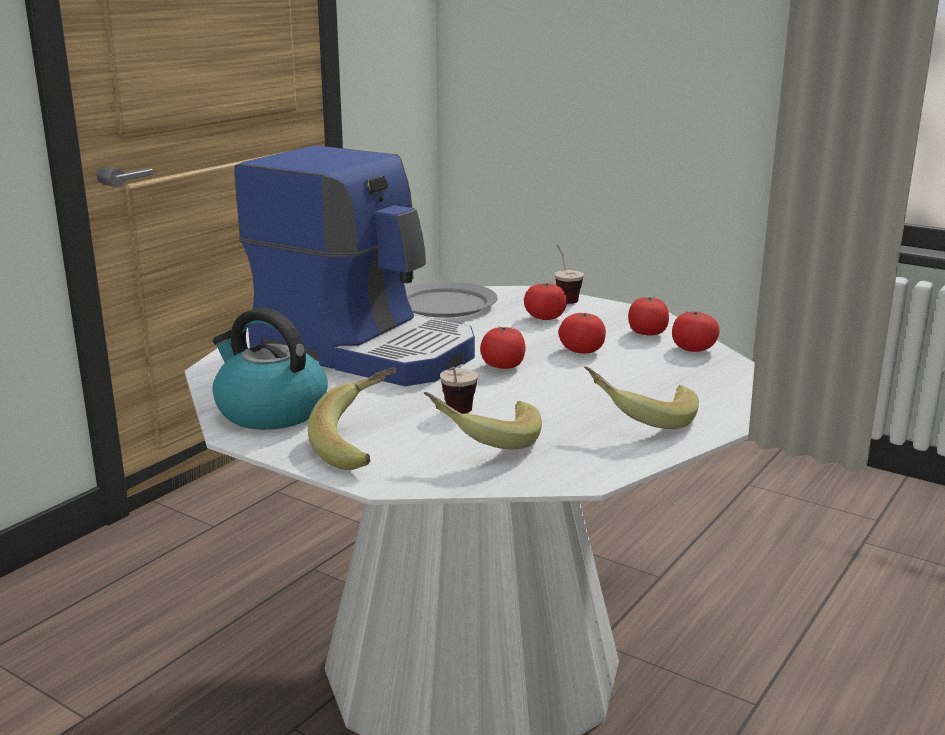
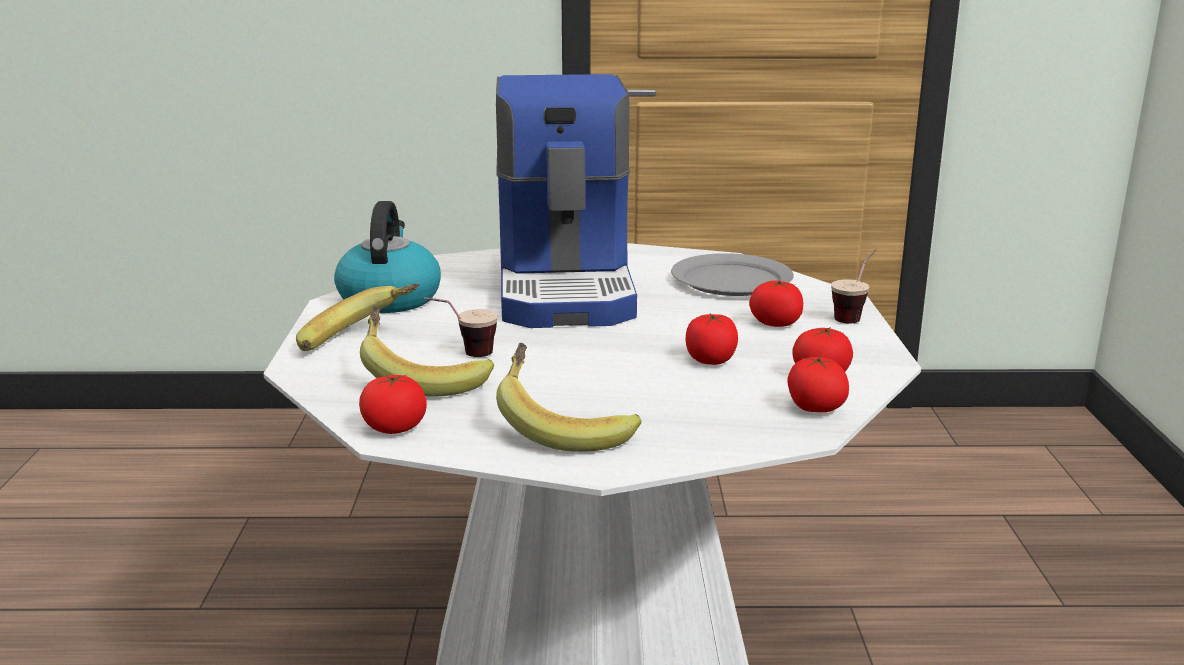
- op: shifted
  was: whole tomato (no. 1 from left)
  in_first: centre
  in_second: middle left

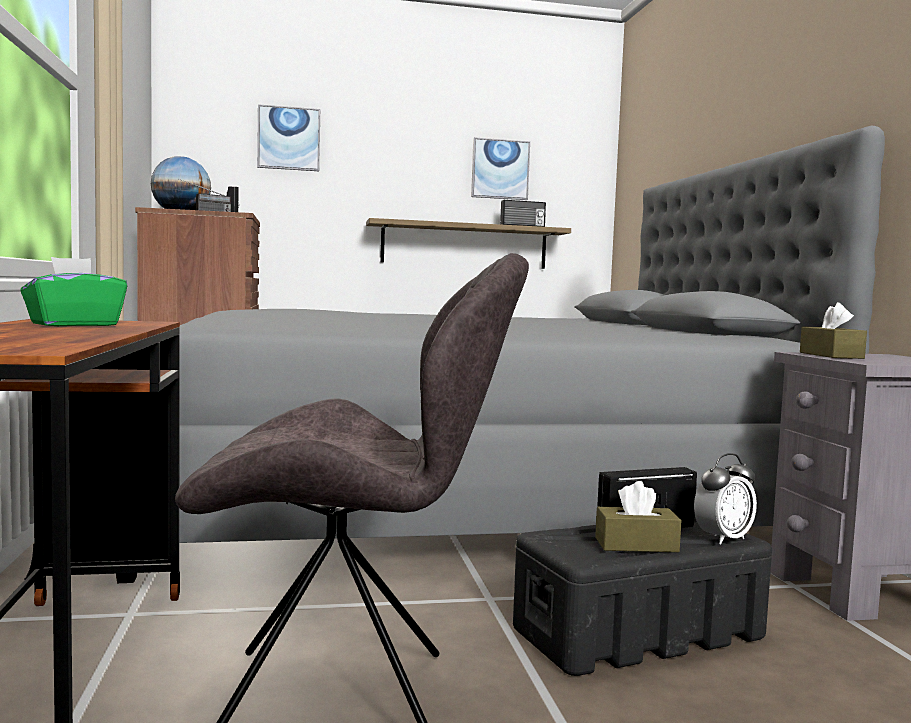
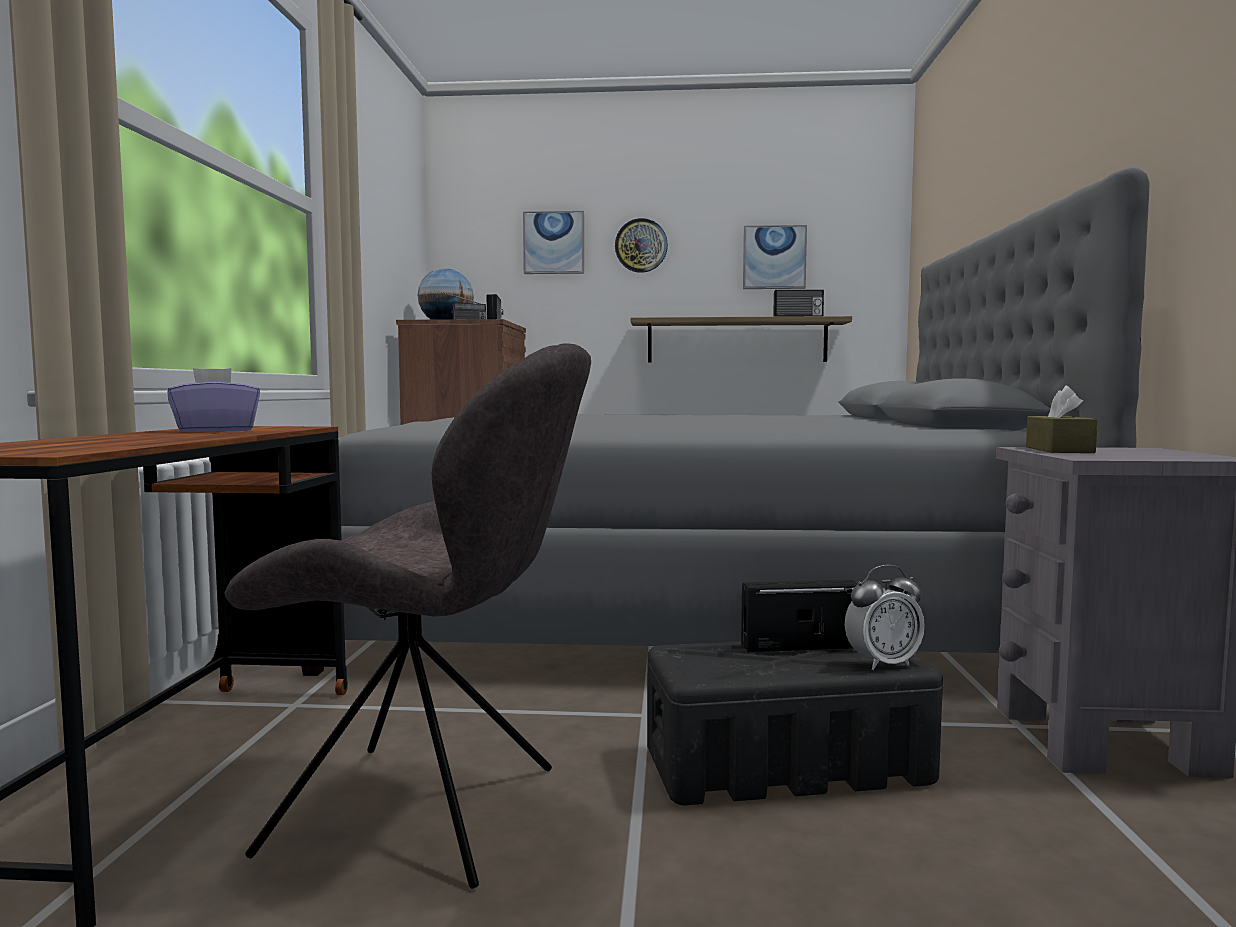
- op: repainted
  was: box of tissues/green
  now: box of tissues/purple-coloured
  in_first: middle left
  in_second: middle left
- op: gone
  was: box of tissues/brownish (no. 1 from left)
  in_first: bottom right
- op: new
  now: hanging clock
  in_second: top centre

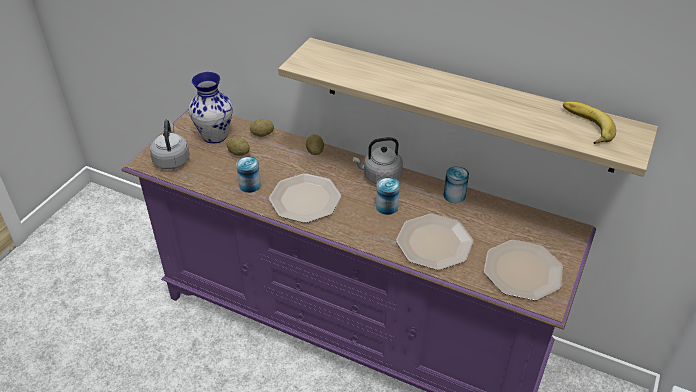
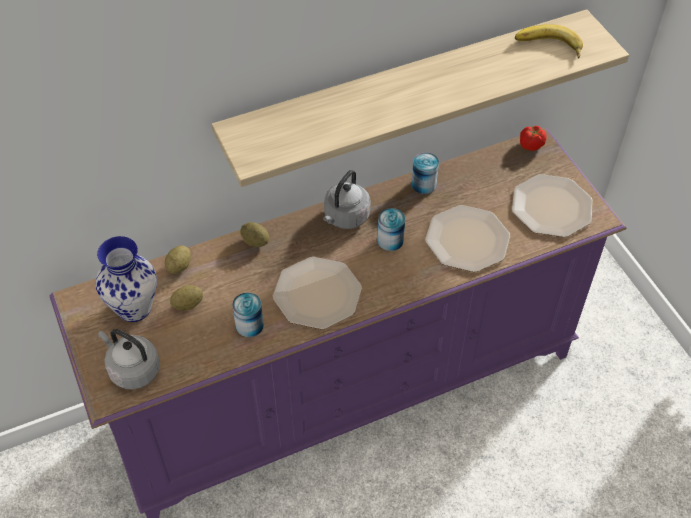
- op: new
  now: whole tomato
  in_second: top right

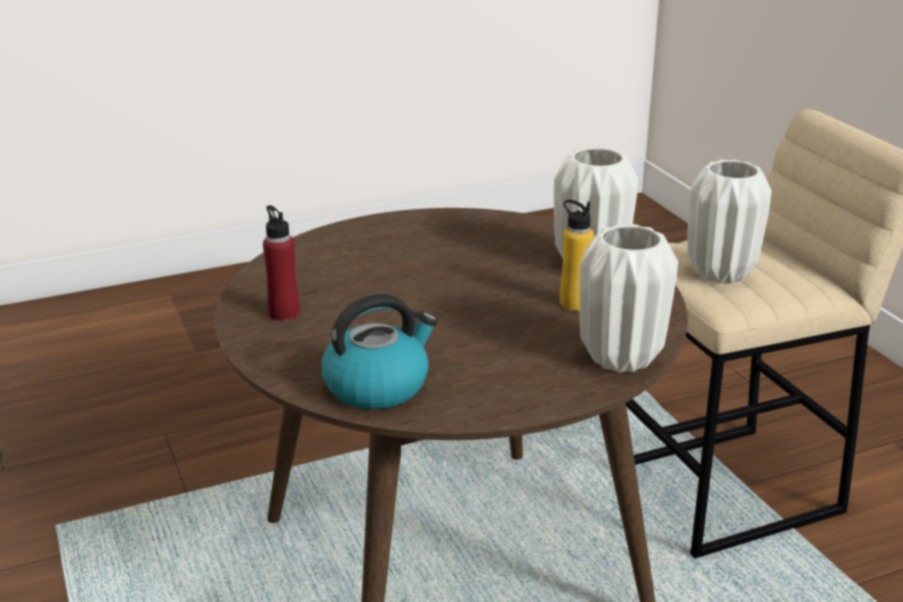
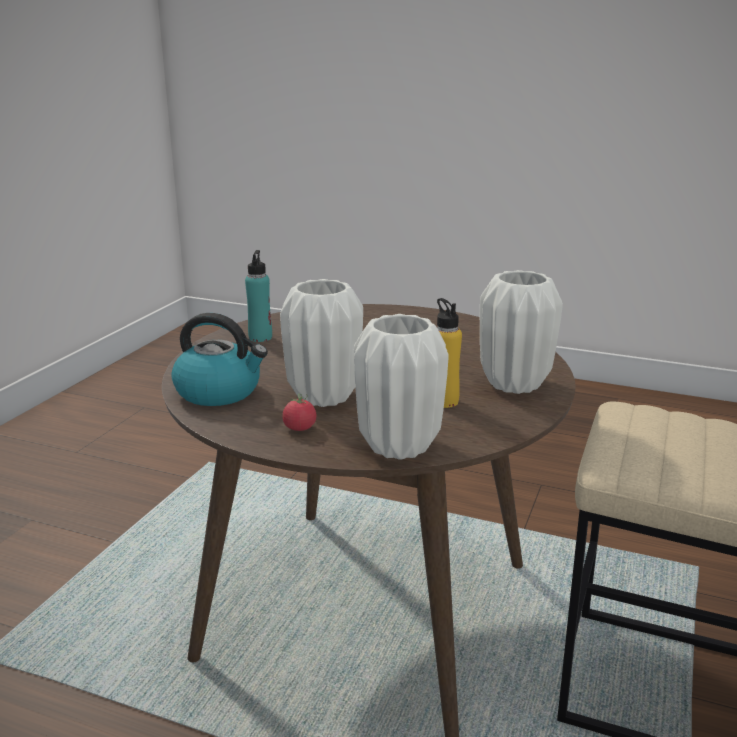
- op: shifted
  was: vase/white (no. 3 from left in the first image)
  now: vase/white (no. 1 from left)
  in_first: middle right
  in_second: centre
- op: repainted
  was: bottle/red-coloured
  now: bottle/turquoise-coloured
  in_first: middle left
  in_second: centre
- op: new
  now: whole tomato
  in_second: centre

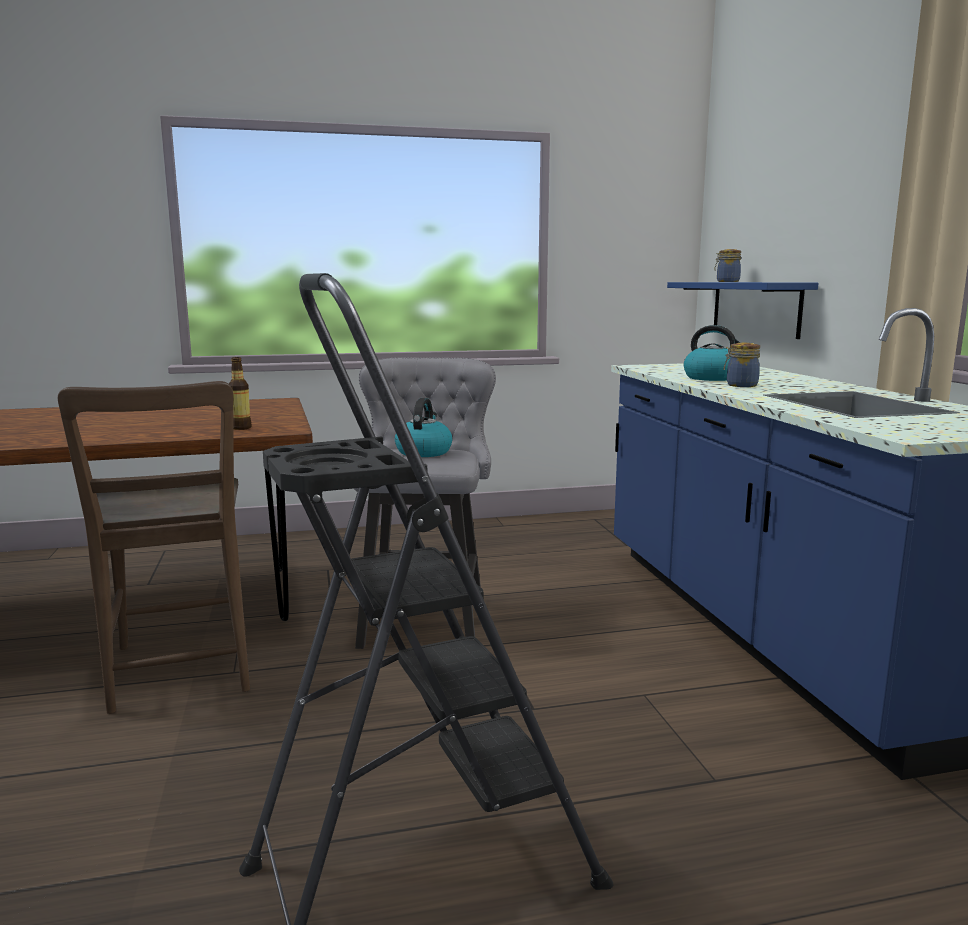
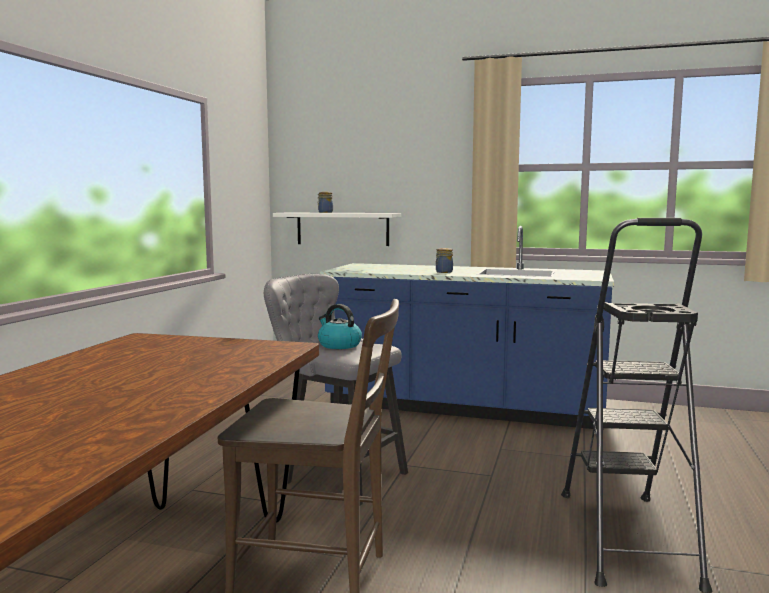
- op: repainted
  was: shelf/blue-coloured
  now: shelf/white
  in_first: middle right
  in_second: centre
- op: gone
  was: kettle (no. 2 from left)
  in_first: middle right
- op: gone
  was: bottle
  in_first: middle left

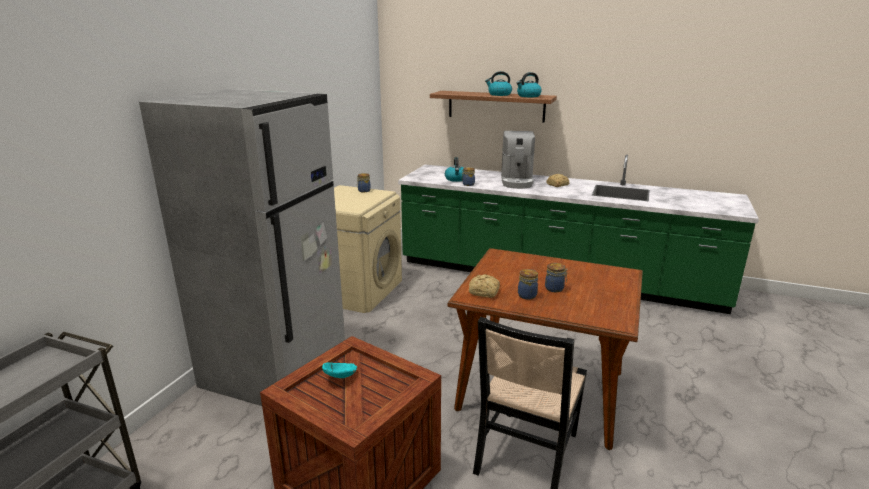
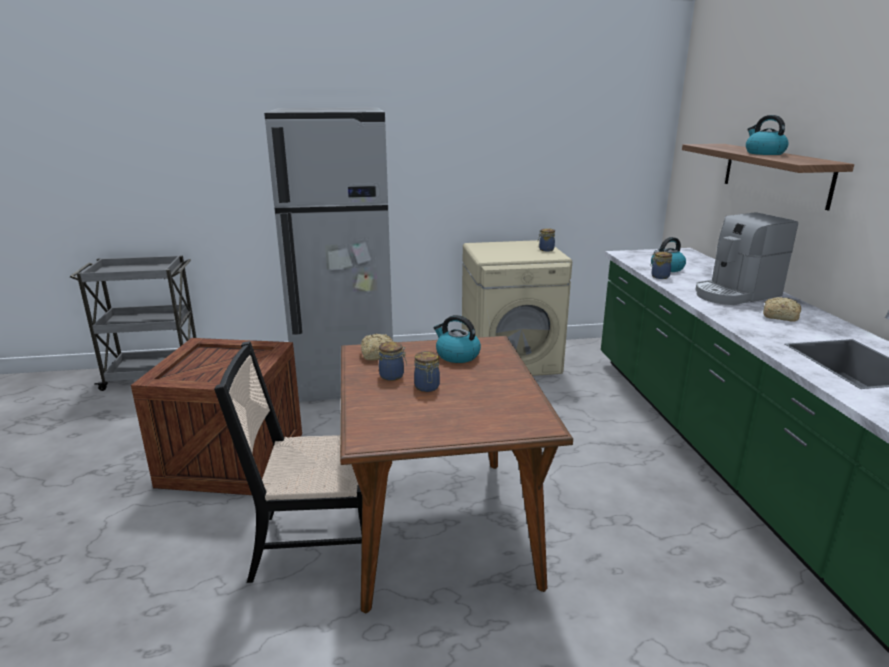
- op: shifted
  was: kettle (no. 3 from left in the first image)
  now: kettle (no. 1 from left)
  in_first: top centre
  in_second: centre
- op: gone
  was: serving bowl/turquoise-coloured
  in_first: bottom centre

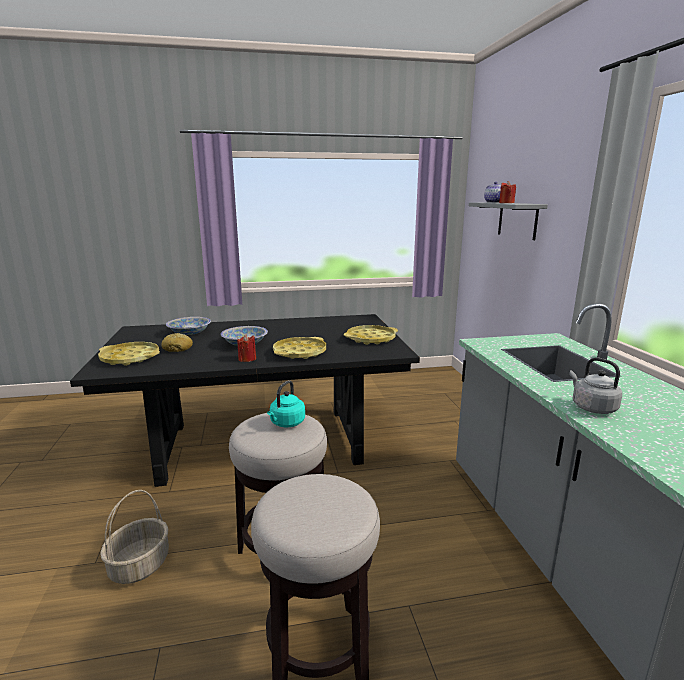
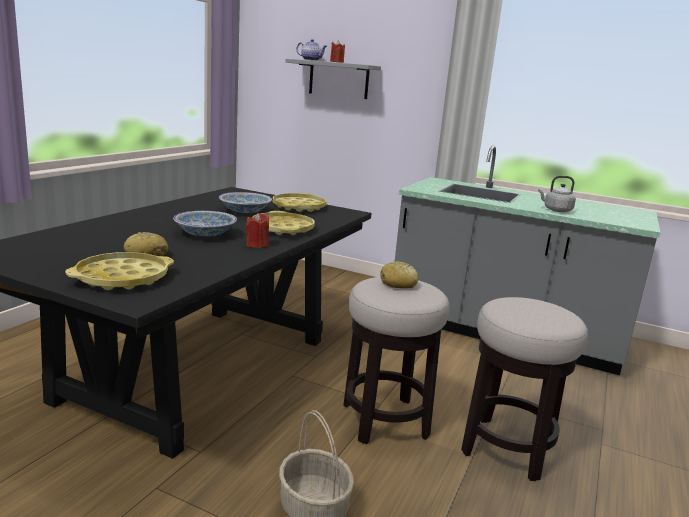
- op: shifted
  was: serving bowl (no. 1 from left in the first image)
  now: serving bowl (no. 2 from left)
  in_first: middle left
  in_second: centre
- op: swapped
  was: kettle/turquoise-coloured
  now: bakery bread (no. 2 from left)
  in_first: centre
  in_second: centre

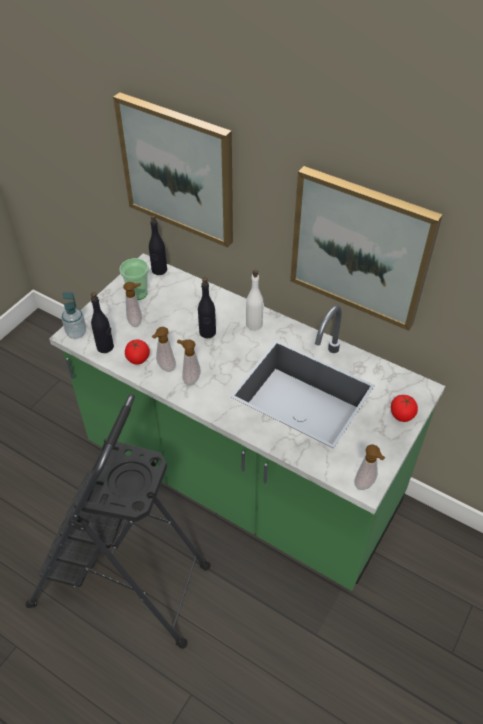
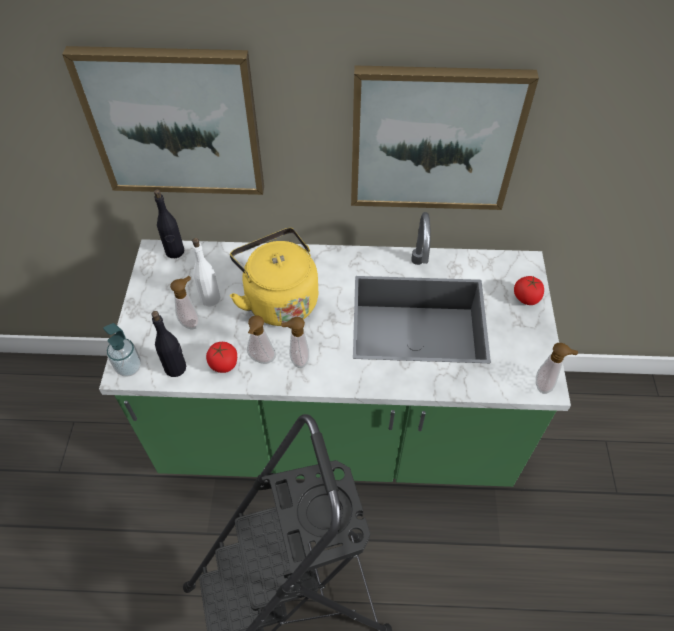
- op: gone
  was: cup
  in_first: middle left
- op: shifted
  was: bottle/white
  in_first: centre
  in_second: middle left
- op: swapped
  was: bottle/black-coloured (no. 3 from left)
  now: kettle/yellowish
  in_first: centre
  in_second: centre

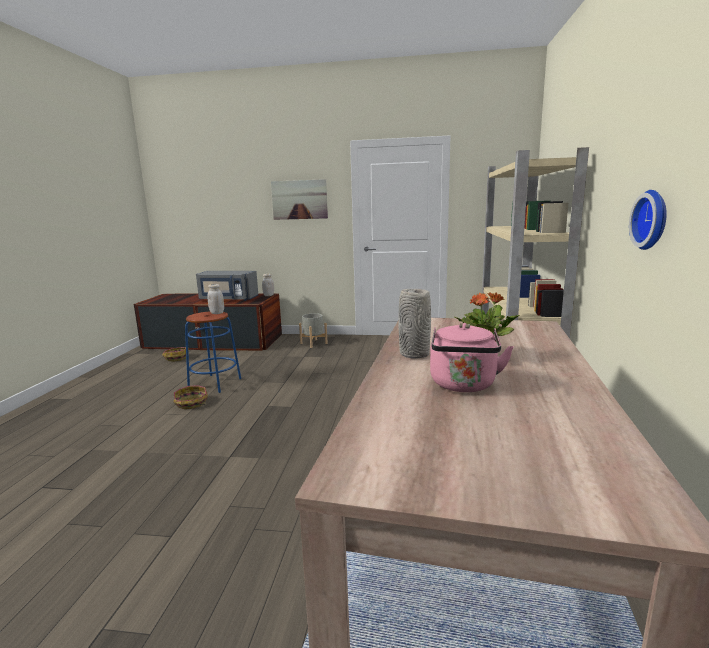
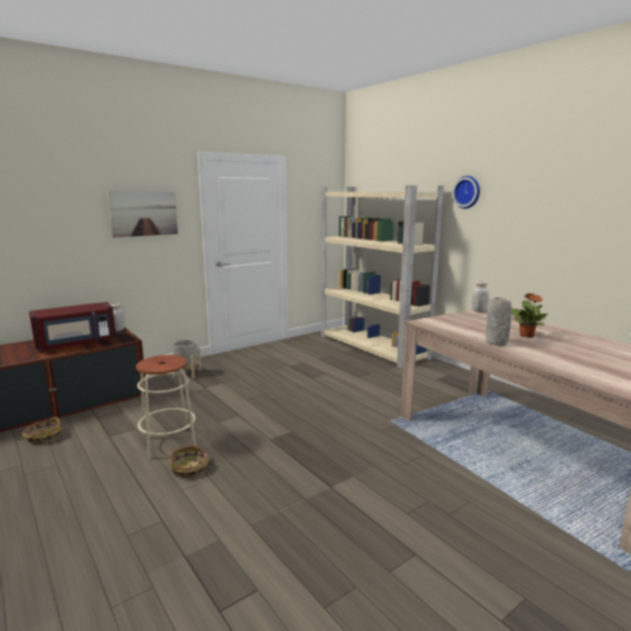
- op: shifted
  was: hanging clock
  in_first: middle right
  in_second: top right
- op: repainted
  was: kitchen microwave/greyish
  now: kitchen microwave/red-coloured
  in_first: middle left
  in_second: middle left
- op: shifted
  was: jar/white (no. 1 from left in the first image)
  now: jar/white (no. 2 from left)
  in_first: middle left
  in_second: middle right
- op: repainted
  was: stool seat/blue-coloured
  now: stool seat/sand-coloured
  in_first: middle left
  in_second: middle left
- op: gone
  was: kettle/pink
  in_first: centre

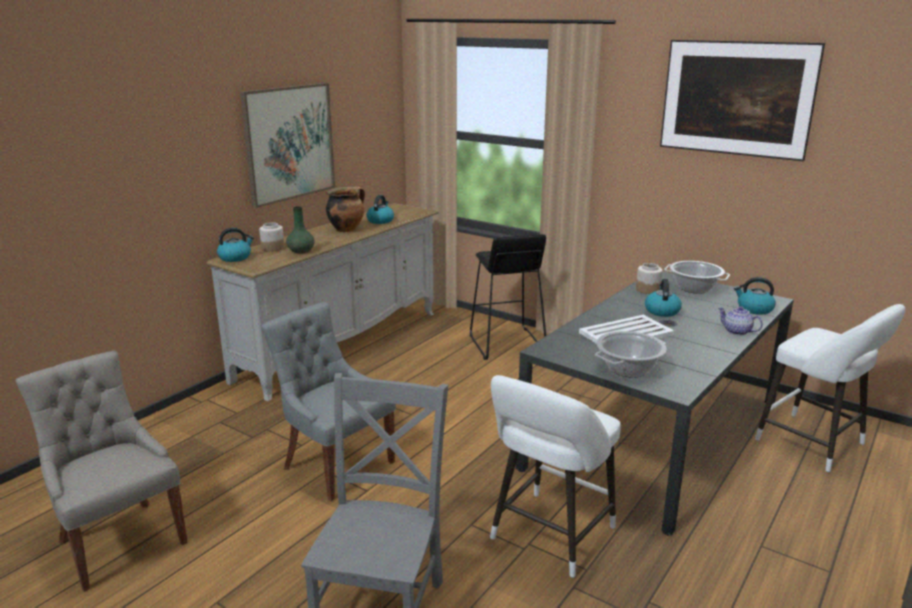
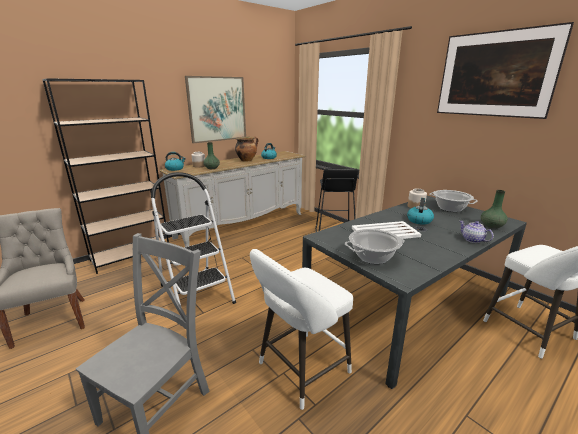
- op: swapped
  was: kettle (no. 4 from left)
  now: vase/green (no. 2 from left)
  in_first: middle right
  in_second: middle right
- op: swapped
  was: plain chair/greyish (no. 2 from left)
  now: stepladder
  in_first: centre
  in_second: centre
- op: new
  now: bookshelf/sand-coloured
  in_second: middle left

